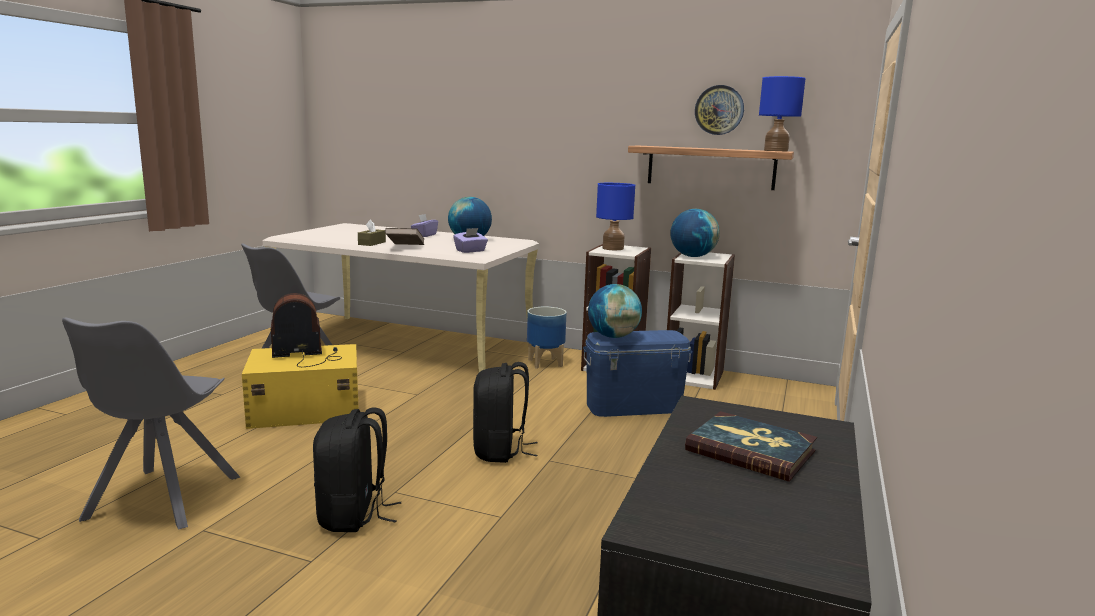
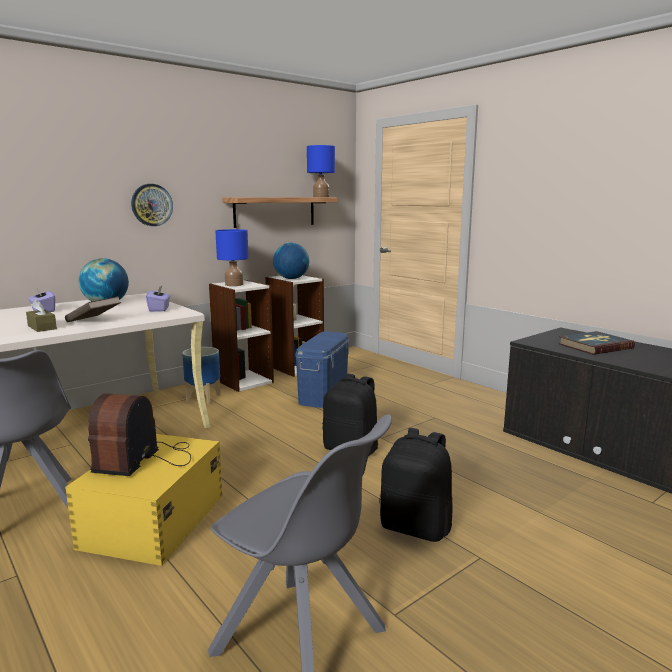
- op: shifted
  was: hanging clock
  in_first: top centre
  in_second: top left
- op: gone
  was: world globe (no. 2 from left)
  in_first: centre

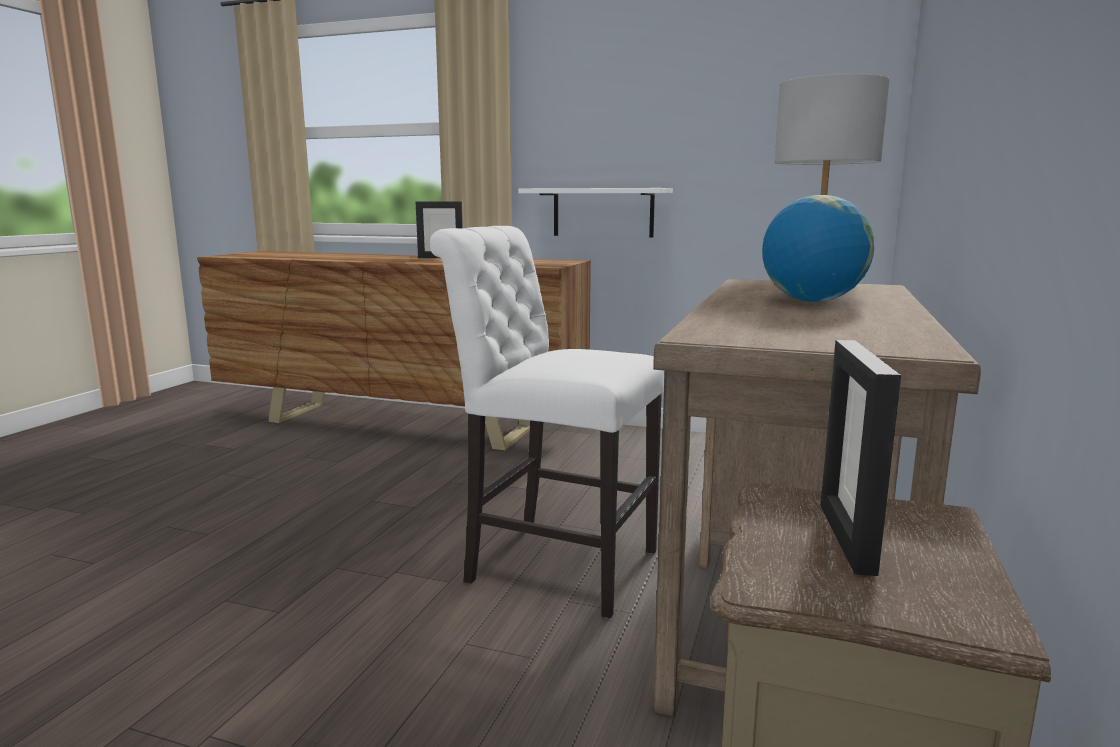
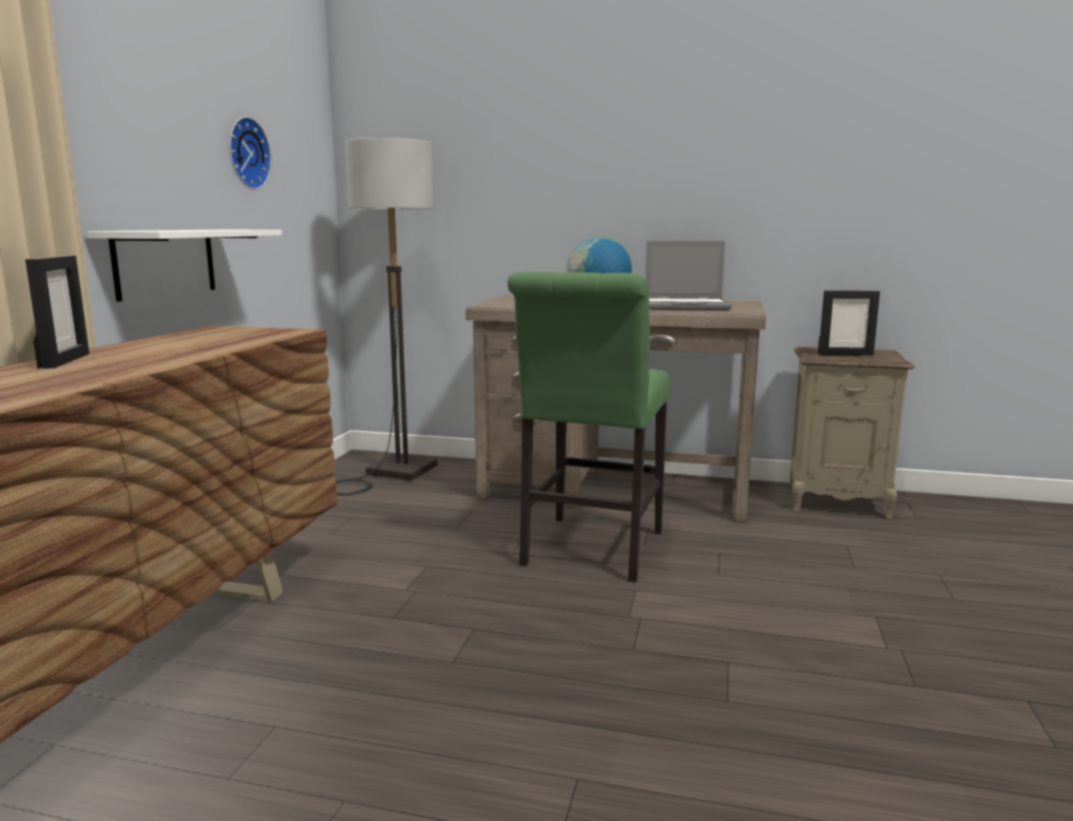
- op: repainted
  was: stool seat/white
  now: stool seat/green
  in_first: centre
  in_second: centre
- op: new
  now: hanging clock
  in_second: top left
- op: new
  now: portable computer
  in_second: centre

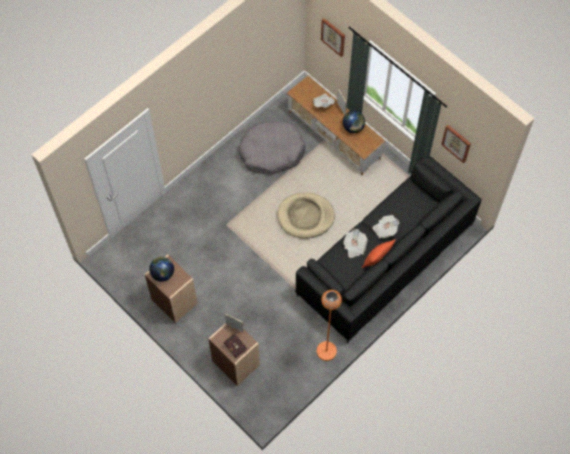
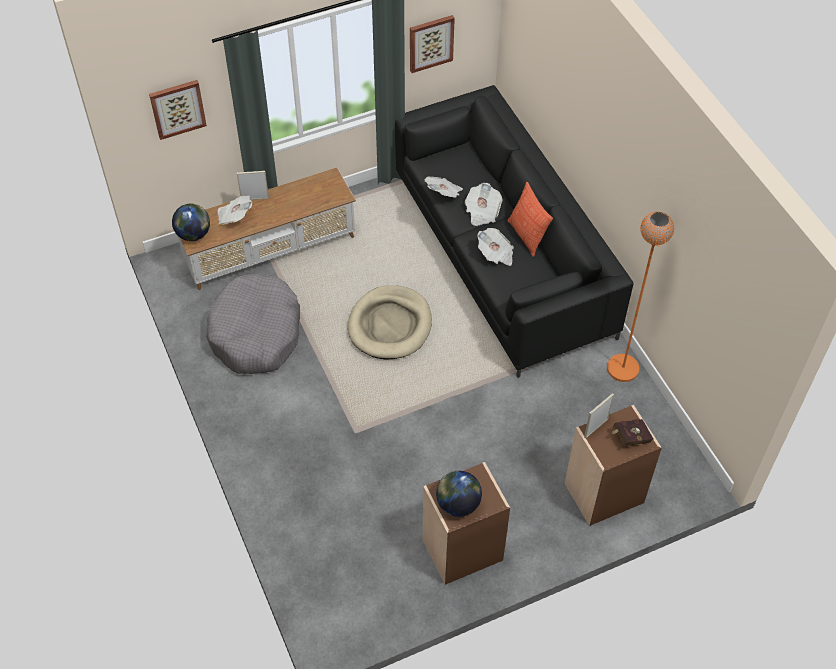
- op: shifted
  was: world globe (no. 2 from left in the first image)
  now: world globe (no. 1 from left)
  in_first: top centre
  in_second: top left
- op: new
  now: daily paper (no. 2 from left)
  in_second: top centre

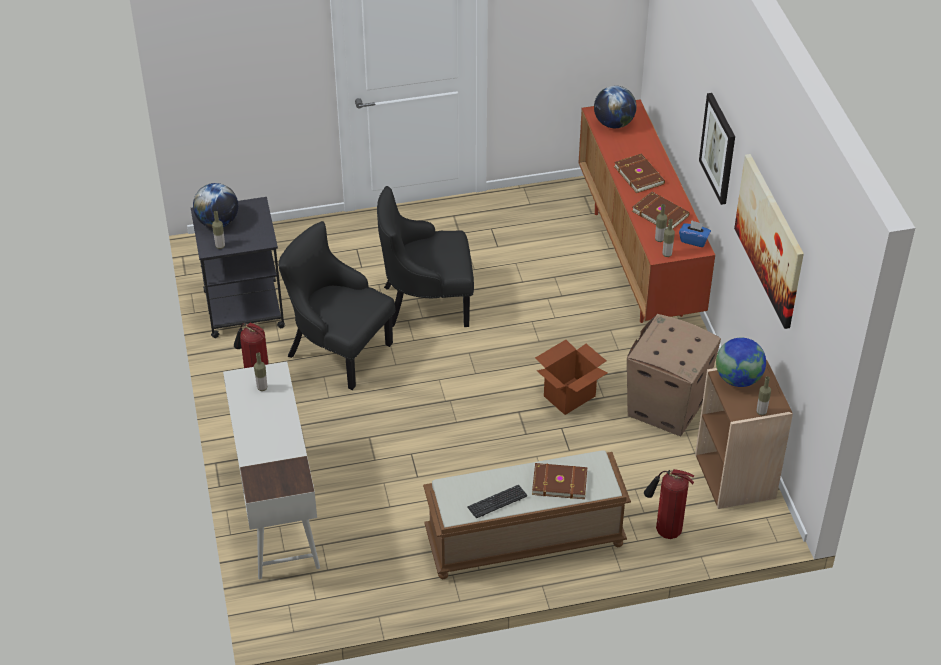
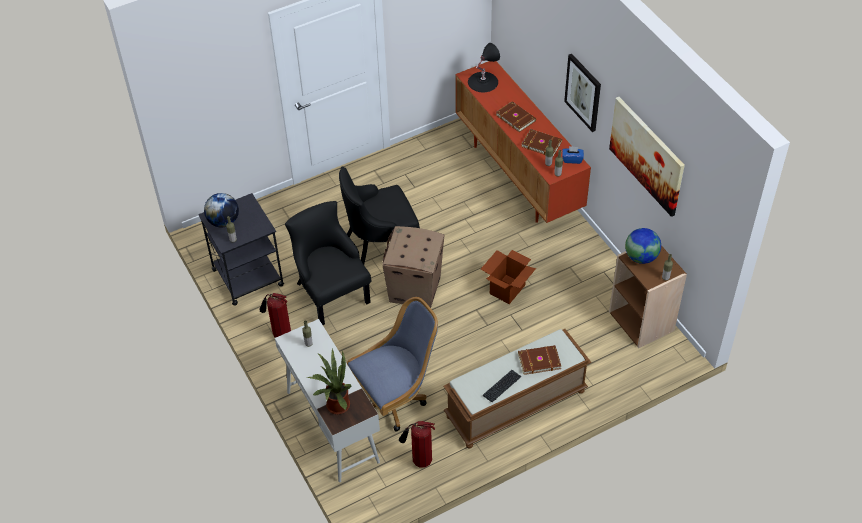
- op: swapped
  was: world globe (no. 2 from left)
  now: lamp for a table/black-coloured
  in_first: top centre
  in_second: top centre
- op: rotated
  was: plain chair/black-coloured (no. 1 from left)
  in_first: centre
  in_second: centre
  clockwise: 45
- op: shifted
  was: packing box (no. 2 from left in the first image)
  now: packing box (no. 1 from left)
  in_first: middle right
  in_second: centre
- op: shifted
  was: extinguisher (no. 2 from left)
  in_first: bottom right
  in_second: bottom centre
- op: new
  now: desk chair/blue-coloured
  in_second: bottom centre
- op: new
  now: potted plant
  in_second: bottom centre

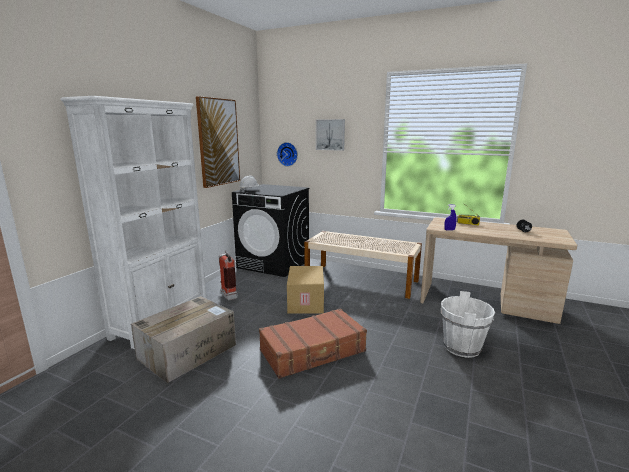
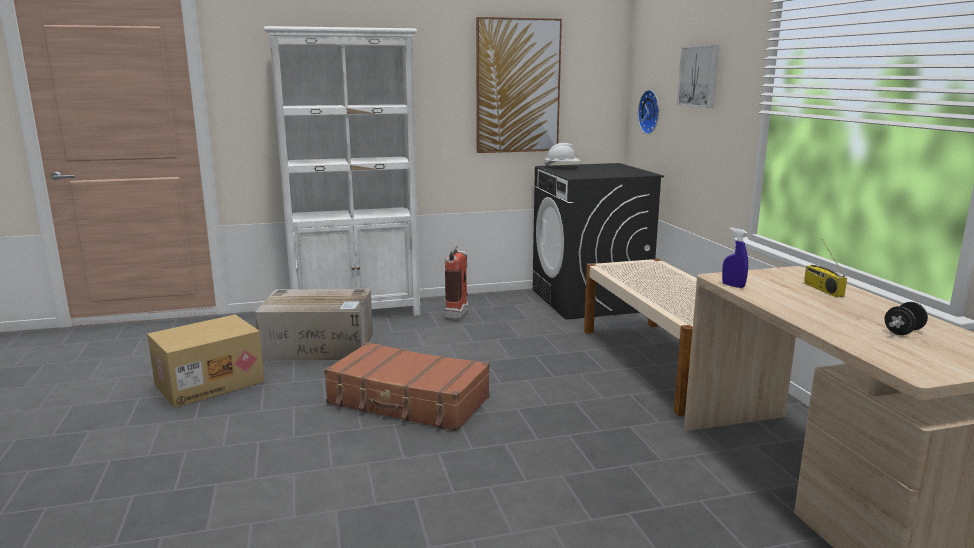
- op: shifted
  was: packing box (no. 2 from left in the first image)
  now: packing box (no. 1 from left)
  in_first: centre
  in_second: middle left
- op: gone
  was: pail/white
  in_first: bottom right

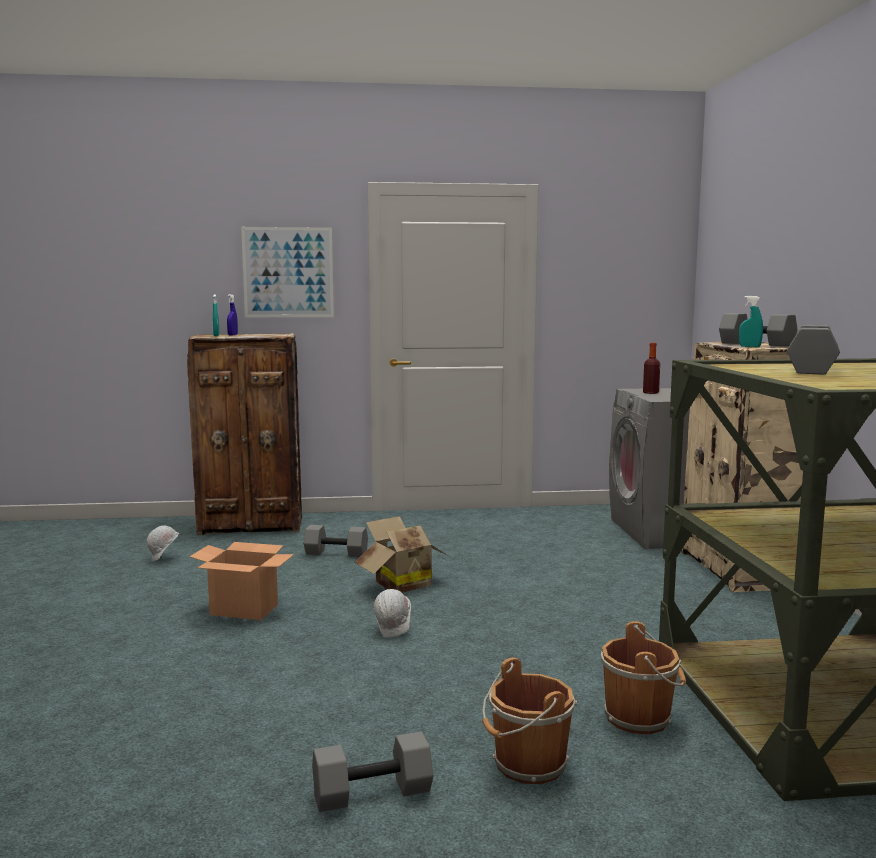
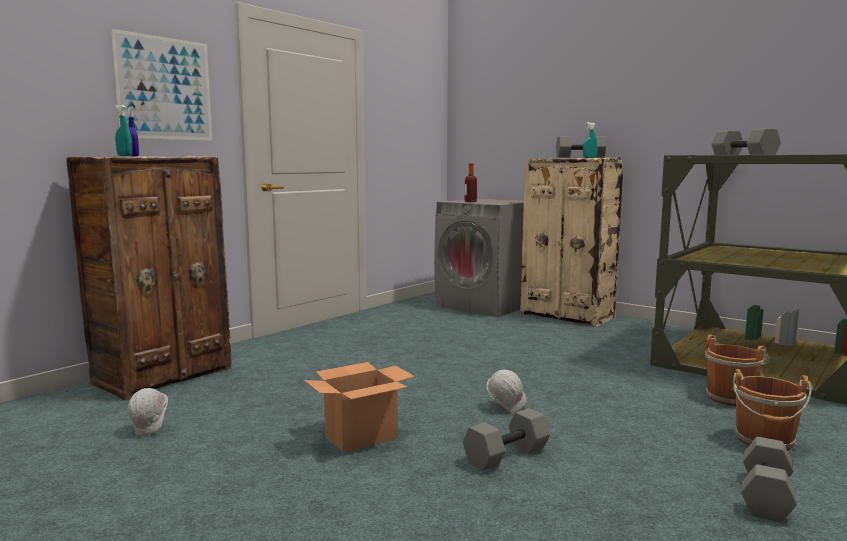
- op: gone
  was: packing box (no. 2 from left)
  in_first: centre
- op: shifted
  was: dumbbell/greyish (no. 1 from left)
  in_first: centre
  in_second: bottom centre

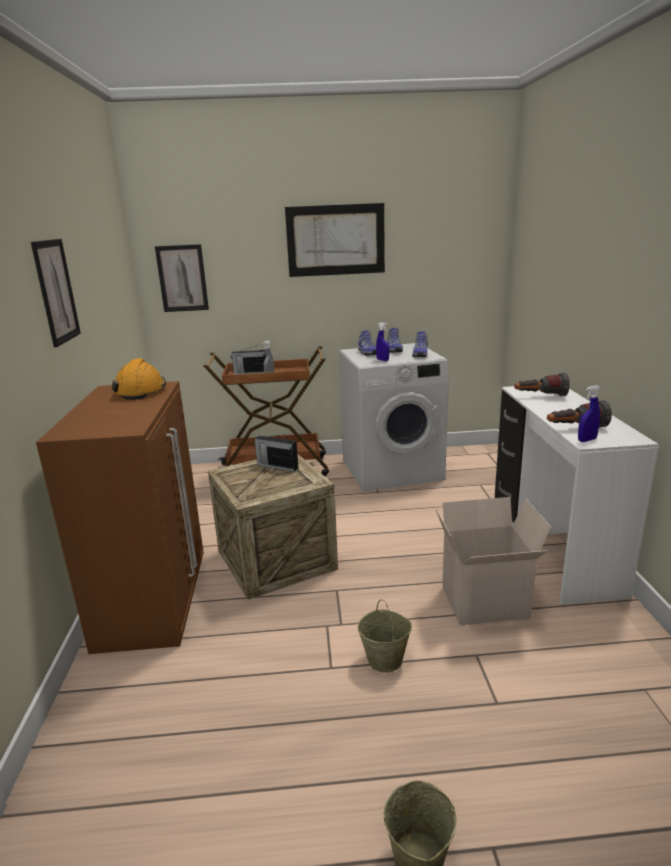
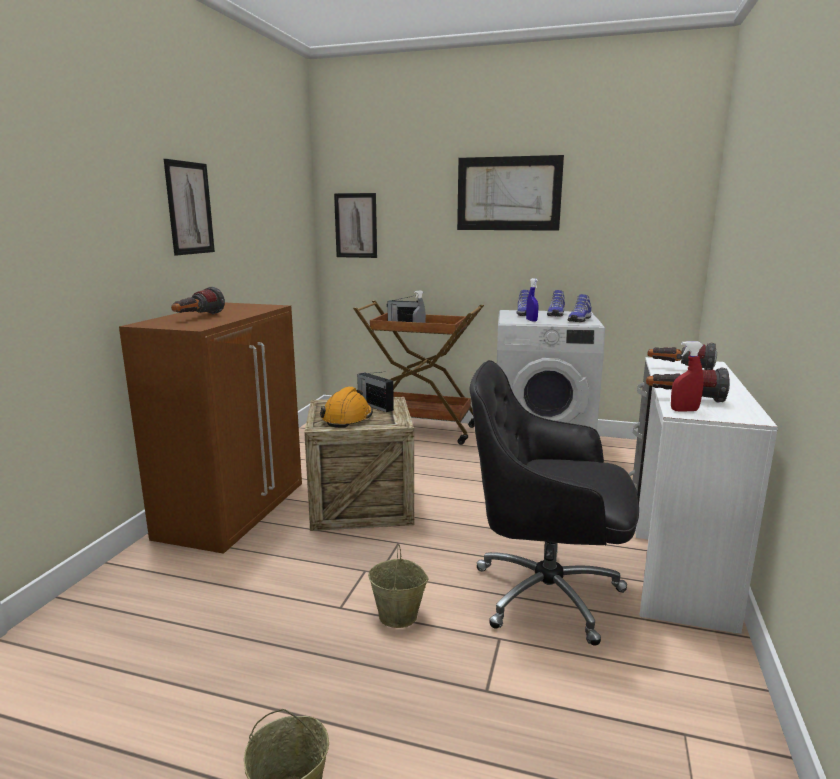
- op: shifted
  was: work helmet/orange
  in_first: middle left
  in_second: centre
- op: repainted
  was: hand sprayer/blue-coloured (no. 2 from left)
  now: hand sprayer/red-coloured
  in_first: middle right
  in_second: middle right
- op: swapped
  was: packing box
  now: desk chair/black-coloured
  in_first: middle right
  in_second: centre
- op: new
  now: torch (no. 1 from left)
  in_second: middle left

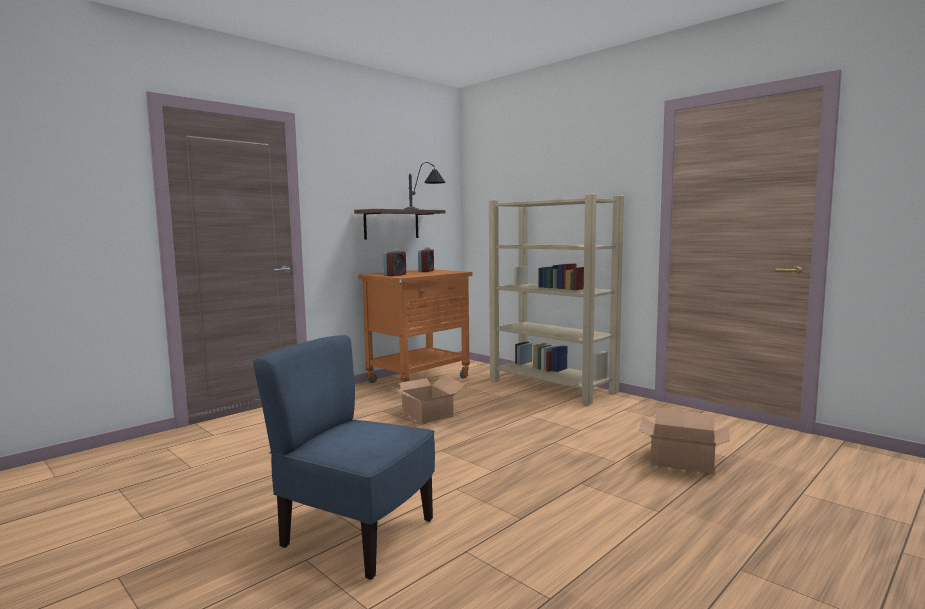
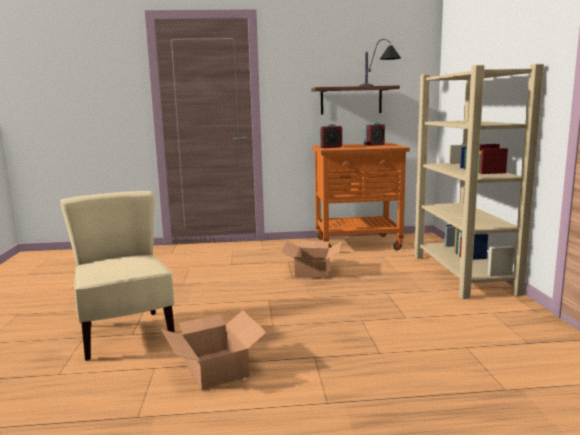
- op: repainted
  was: plain chair/blue-coloured
  now: plain chair/sand-coloured
  in_first: bottom centre
  in_second: middle left
- op: shifted
  was: packing box (no. 2 from left in the first image)
  now: packing box (no. 1 from left)
  in_first: bottom right
  in_second: bottom centre

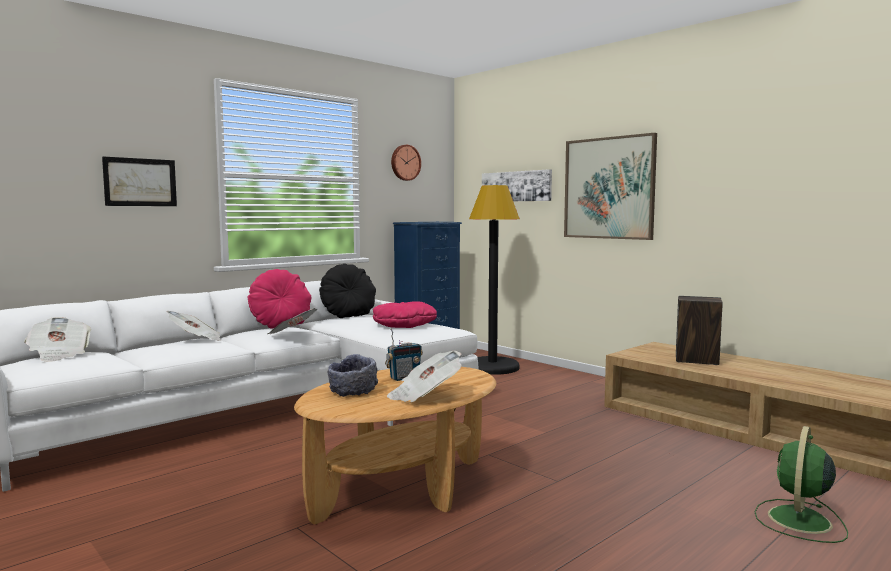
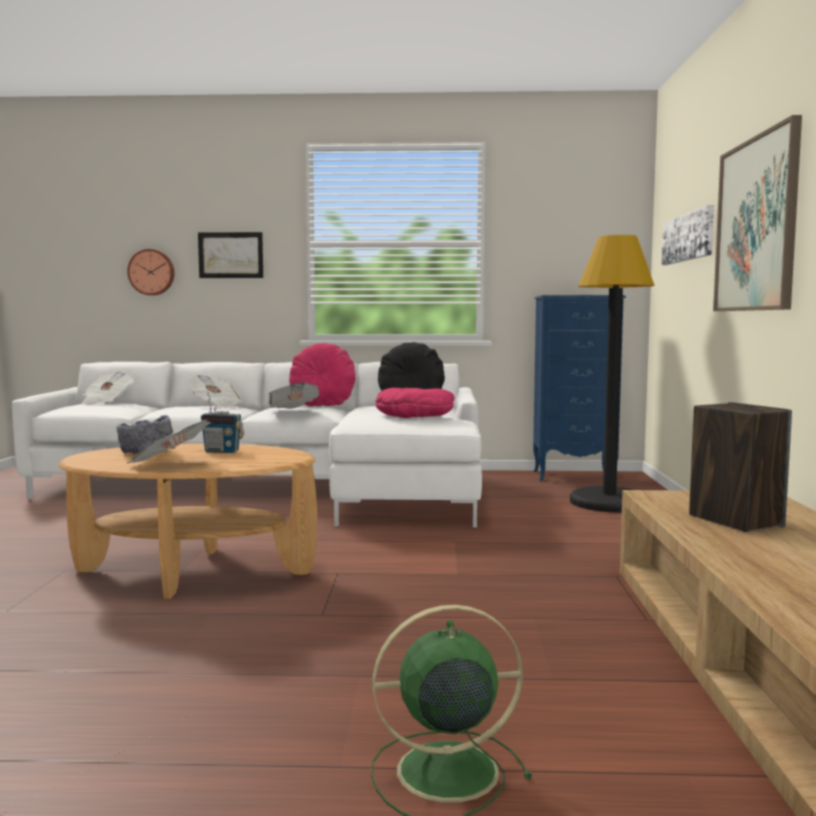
- op: shifted
  was: hanging clock
  in_first: top centre
  in_second: middle left

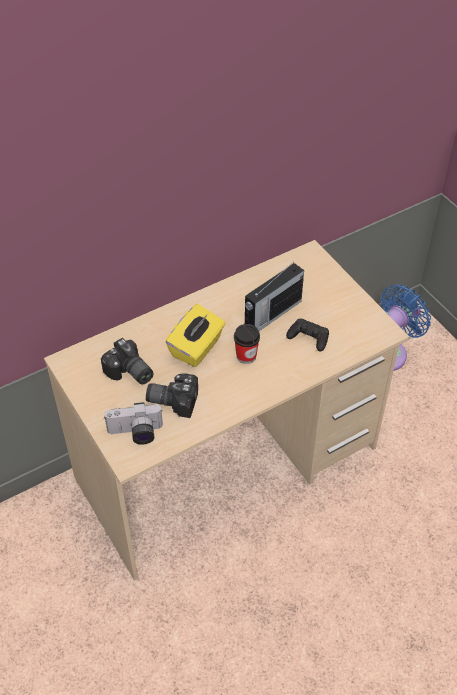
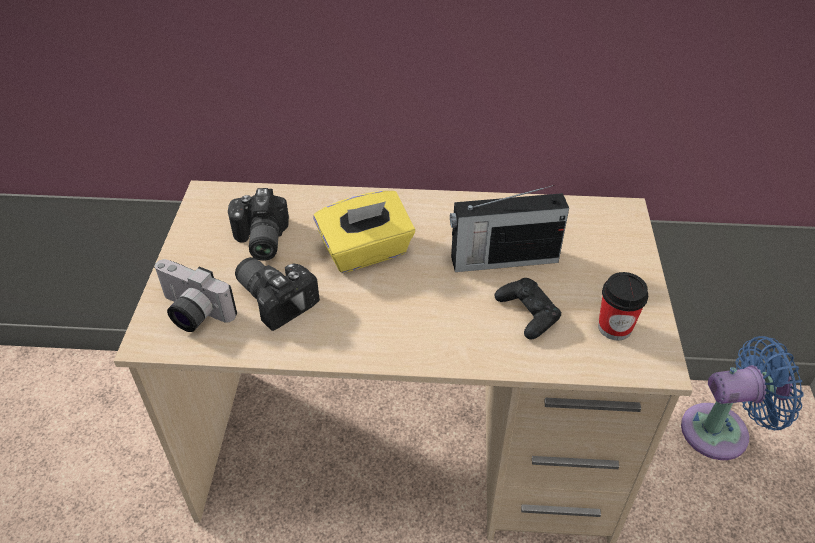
- op: shifted
  was: cup
  in_first: centre
  in_second: middle right

